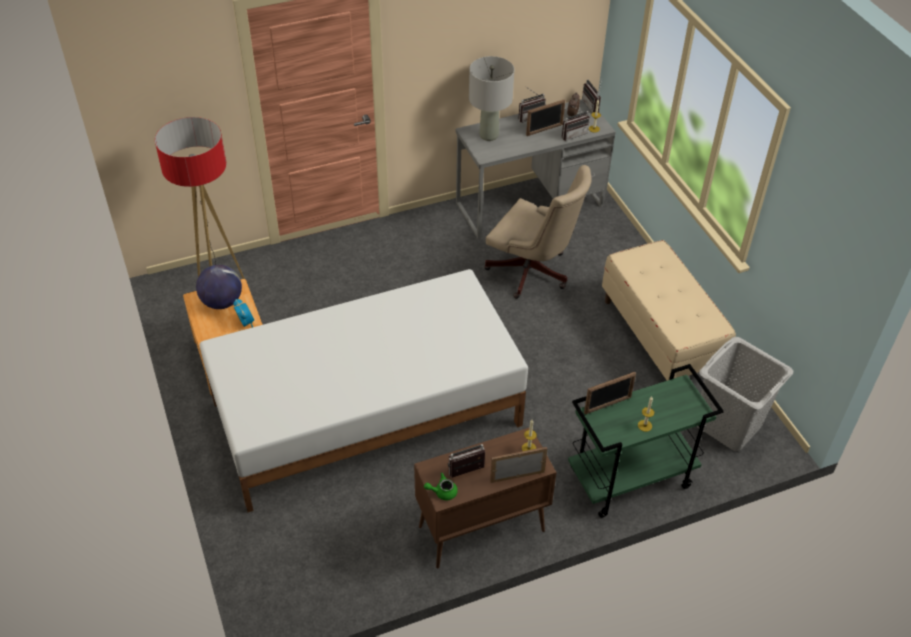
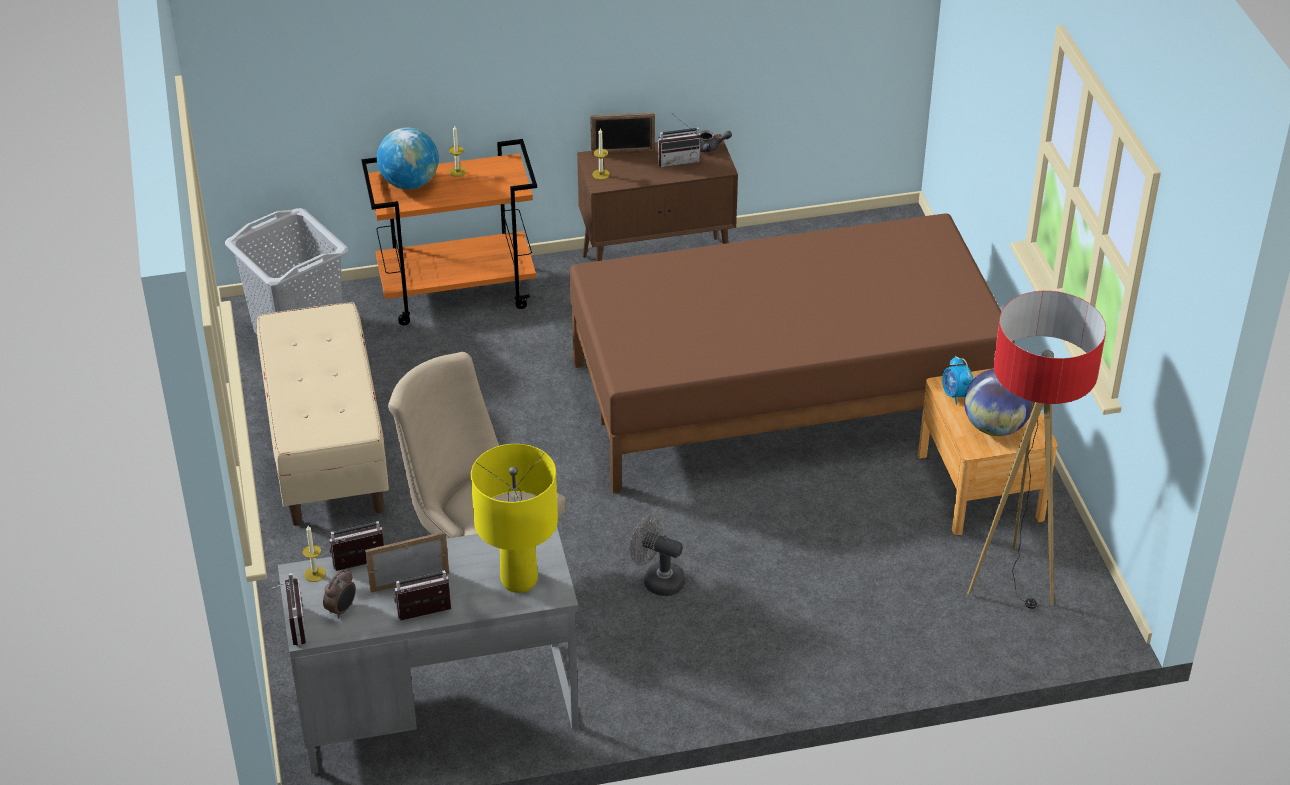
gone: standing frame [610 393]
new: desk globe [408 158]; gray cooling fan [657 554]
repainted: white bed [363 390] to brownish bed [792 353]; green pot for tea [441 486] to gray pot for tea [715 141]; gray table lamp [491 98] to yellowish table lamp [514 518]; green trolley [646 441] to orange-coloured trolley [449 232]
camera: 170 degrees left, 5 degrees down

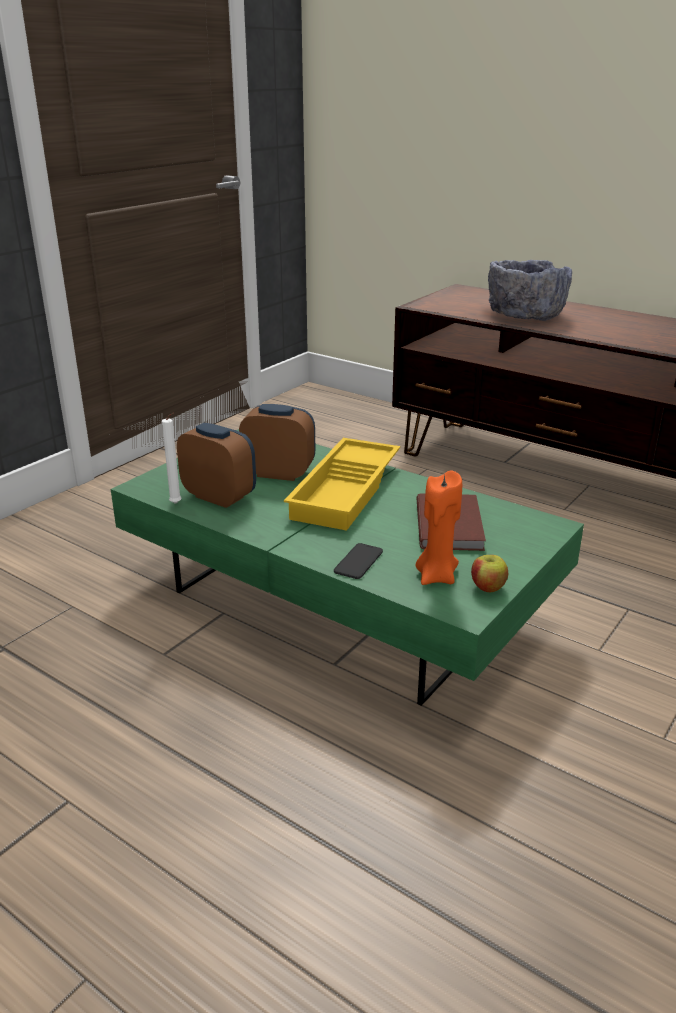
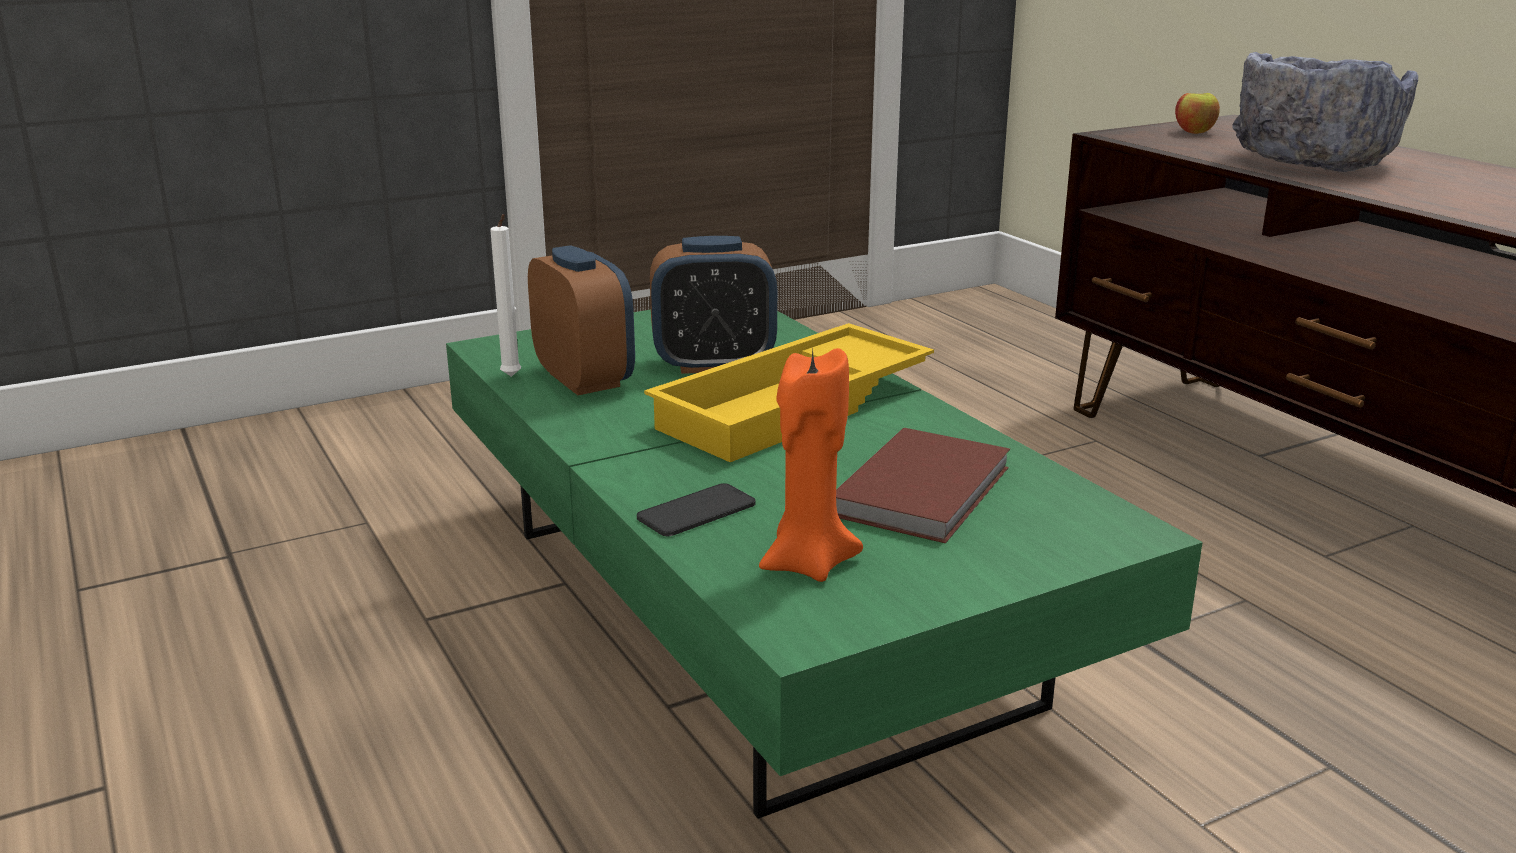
shifted: whole apple [489 573] to [1197 113]
rotated: bedside clock [277 442] = [713 305] 135 degrees clockwise
camera: 25 degrees right, 5 degrees down

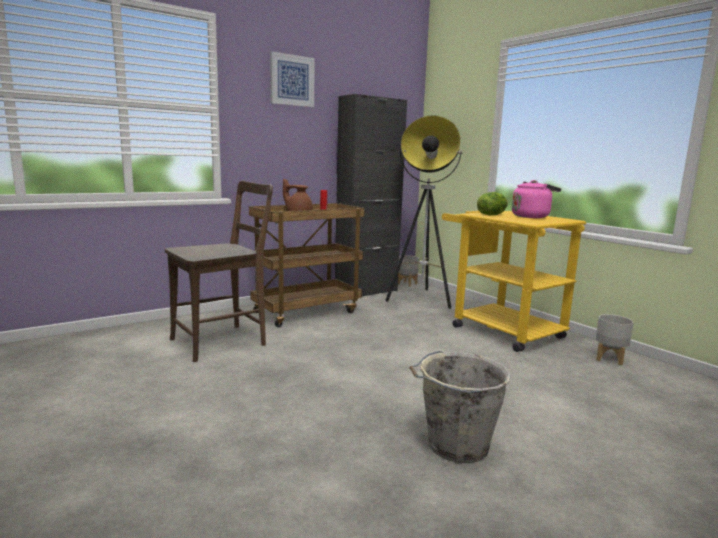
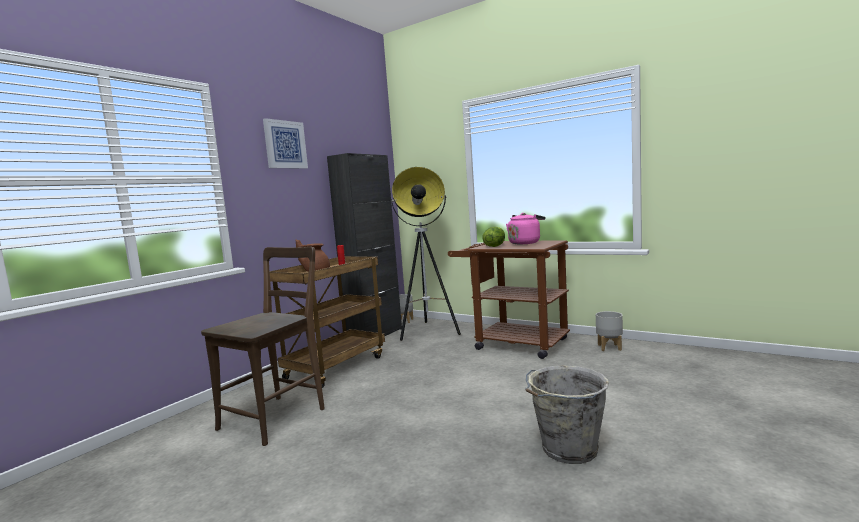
repainted: yellowish trolley [514 281] to brownish trolley [509 299]
camera: 20 degrees left, 5 degrees down

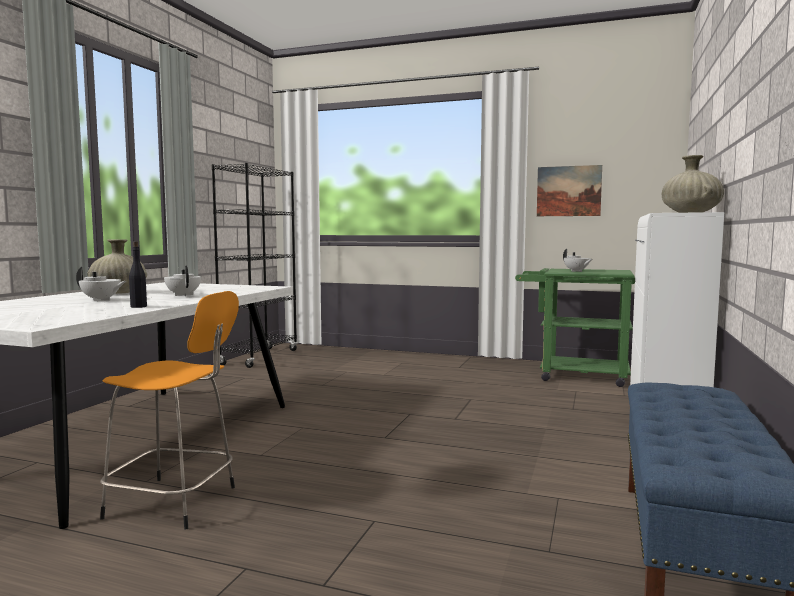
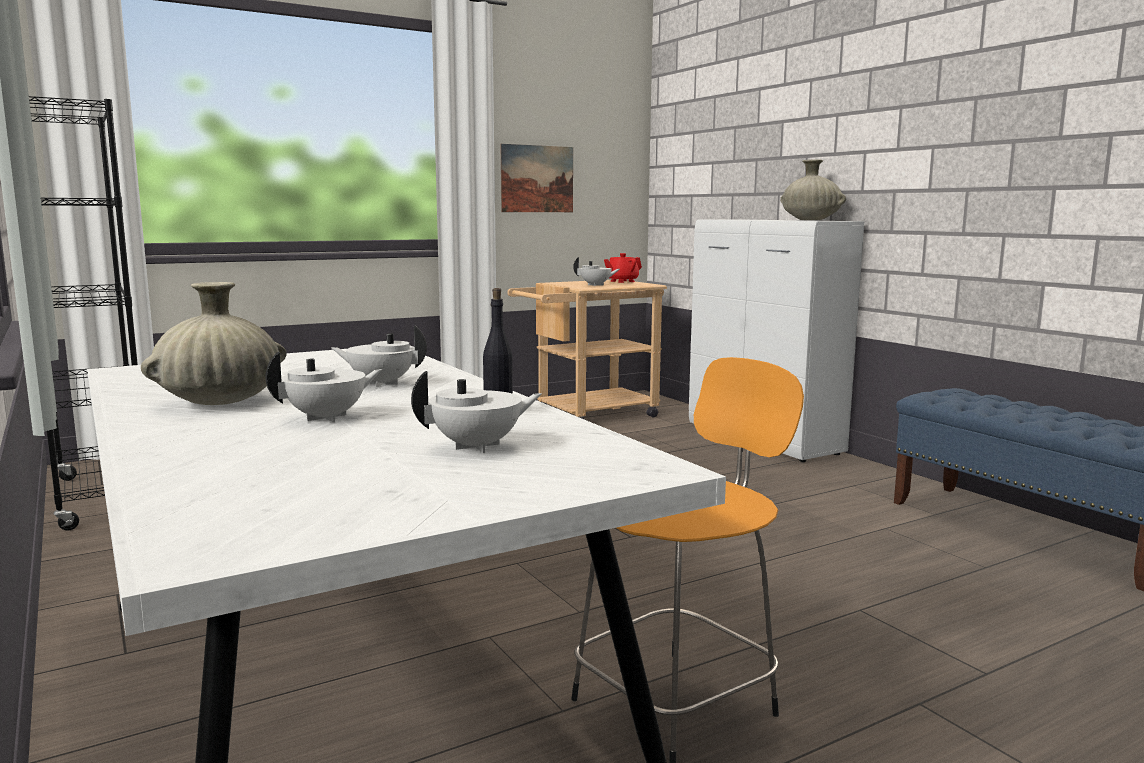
new: white pot for tea [476 412]; red pot for tea [623 268]
repainted: green trolley [575 327] to beige-coloured trolley [587 349]
camera: 50 degrees left, 5 degrees up

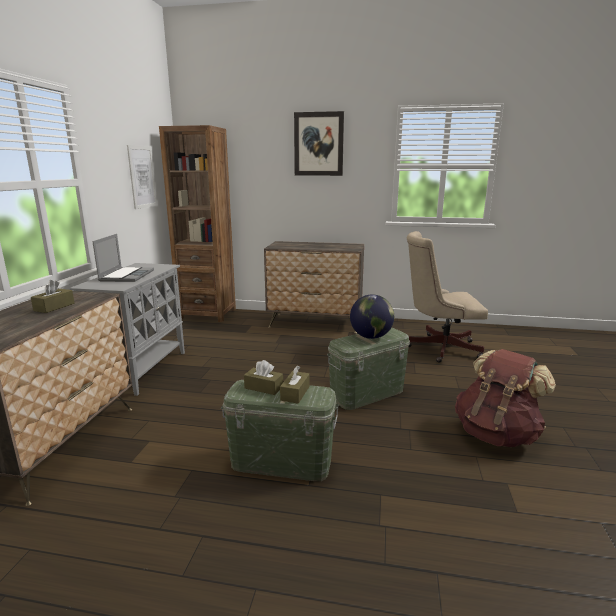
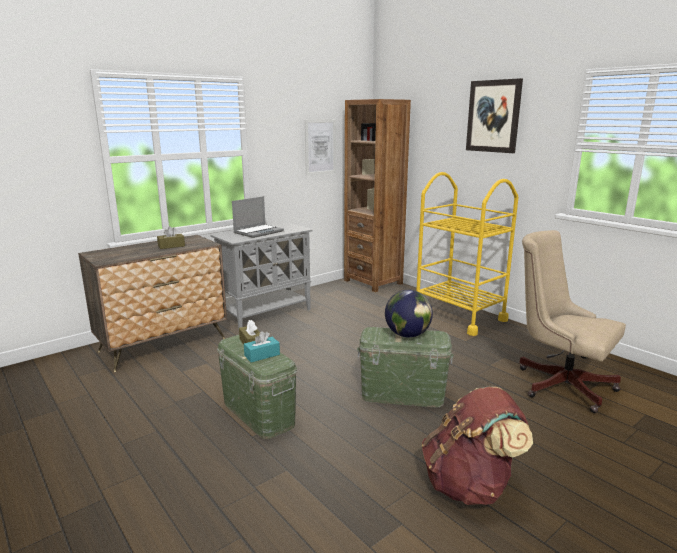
swapped: drawer chest [314 287] to yellowish trolley [467 254]
repainted: brownish tissue box [294 385] to blue-green tissue box [262 347]
camera: 40 degrees right, 0 degrees up

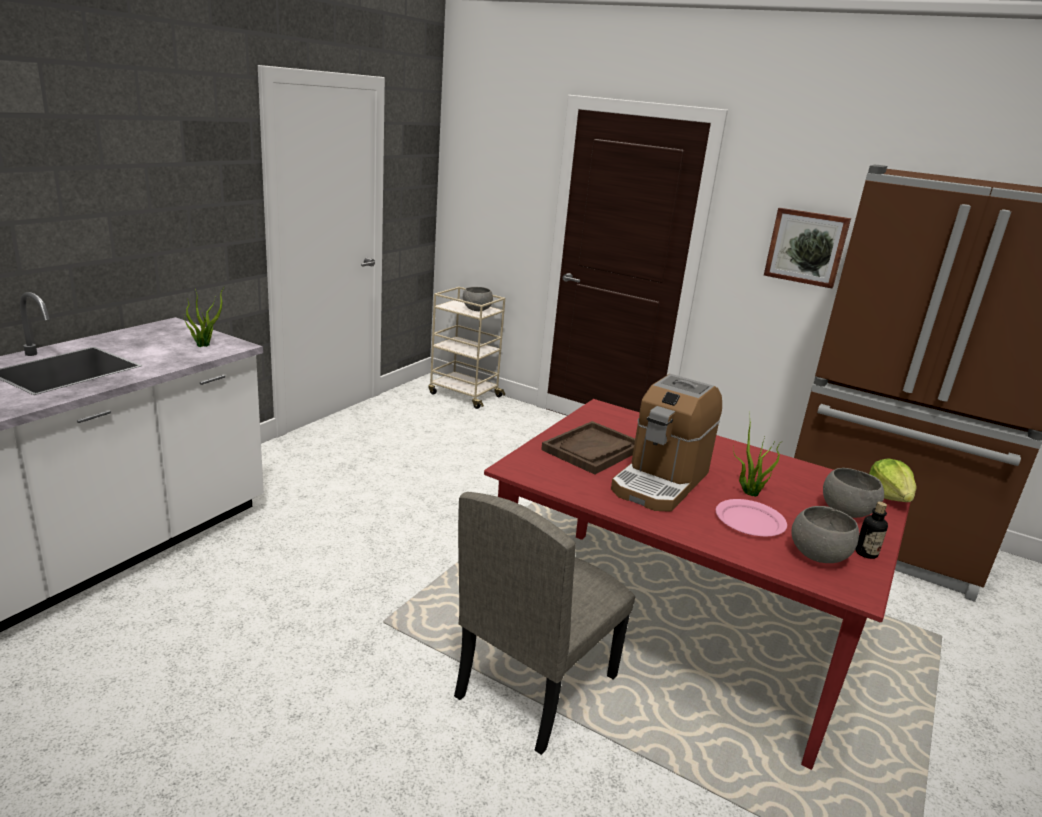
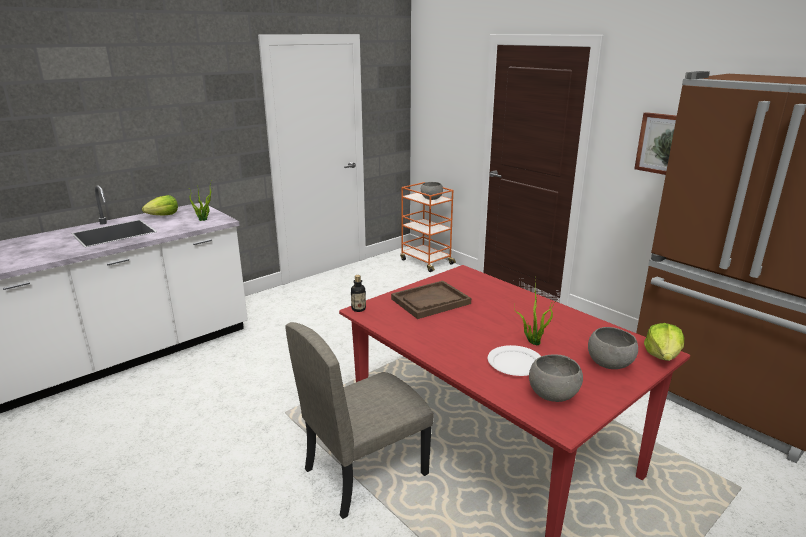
gone: coffee machine [666 443]
new: lettuce [160 205]
shifted: beverage bottle [871 530] to [358 293]
repainted: beige-coloured trolley [466 348] to orange-coloured trolley [428 227]; pink plate [751 517] to white plate [514 360]
camera: 20 degrees right, 0 degrees up

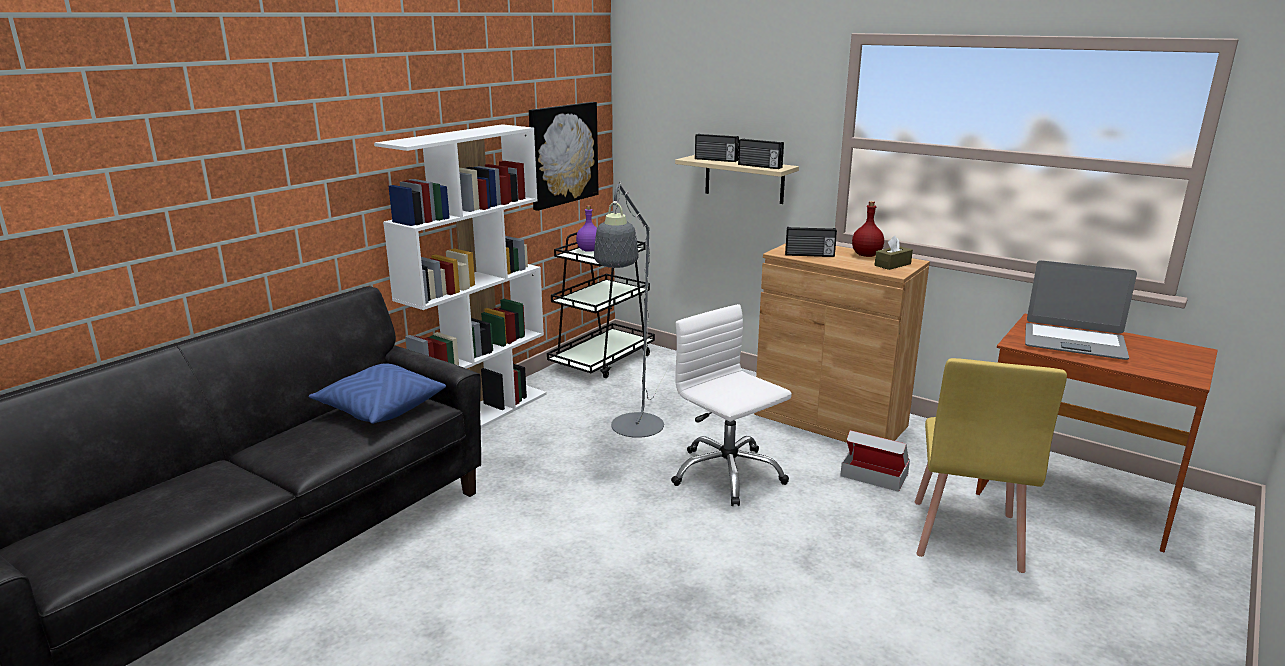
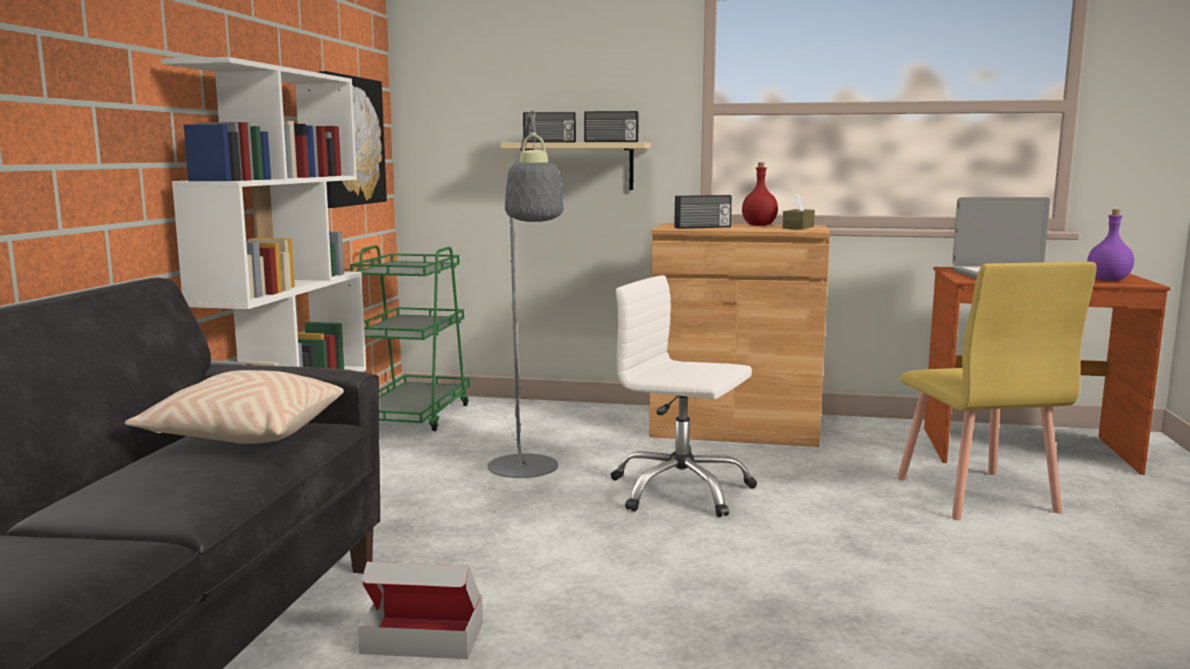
shifted: purple-coloured beverage bottle [586 228] to [1110 245]; cardboard box [875 461] to [420 610]
repainted: bluish pillow [377 393] to beige-coloured pillow [234 407]; black-coloured trolley [601 305] to green trolley [410 338]
camera: 25 degrees left, 10 degrees down

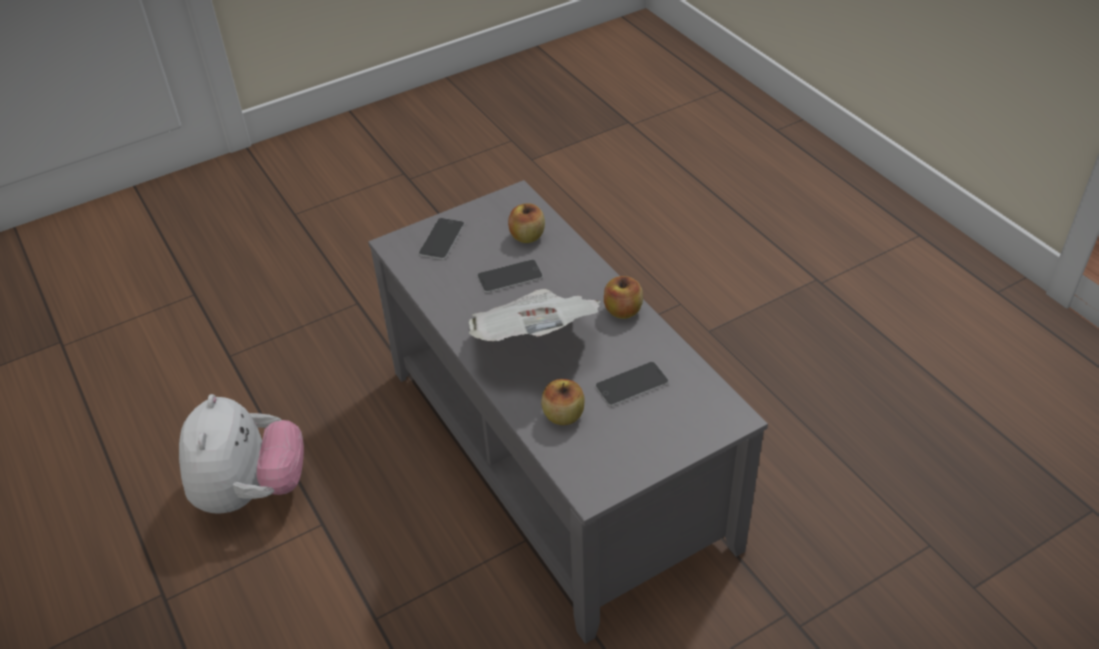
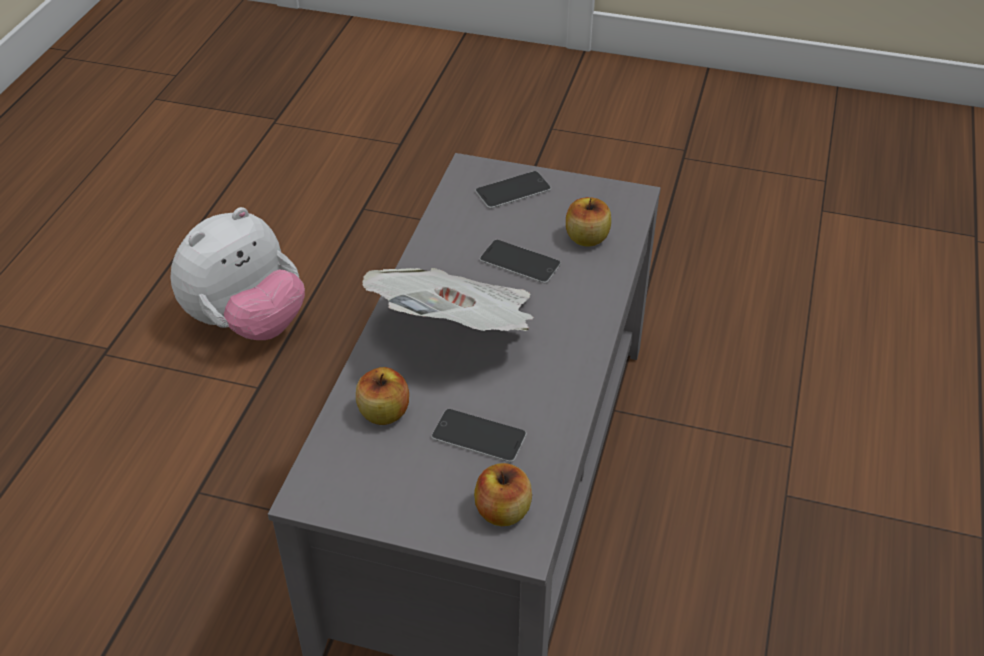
shifted: whole apple [623 297] to [503 494]
camera: 45 degrees right, 0 degrees up

